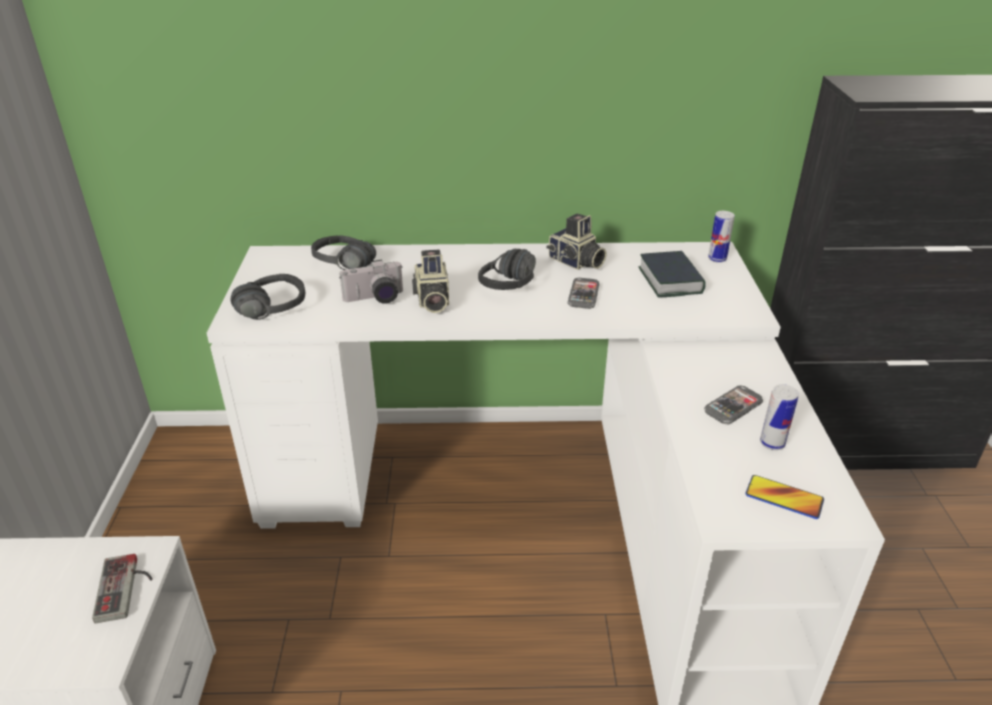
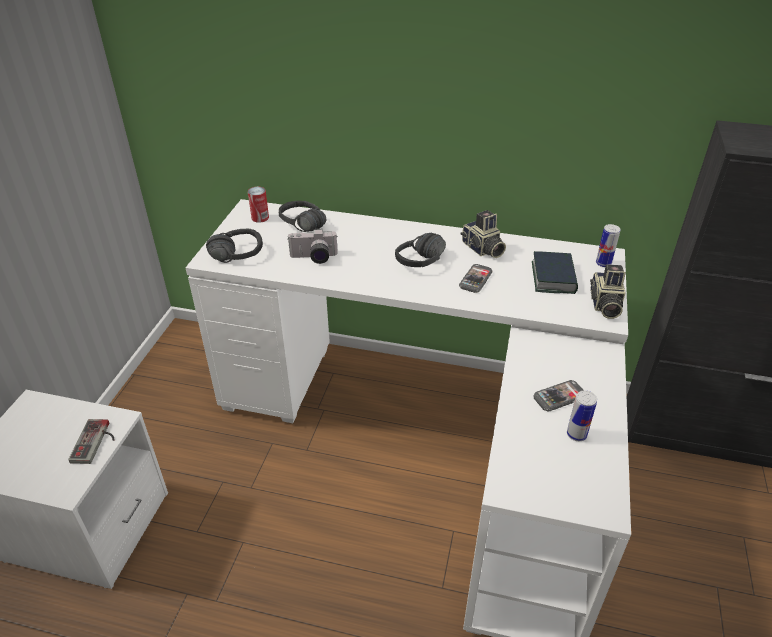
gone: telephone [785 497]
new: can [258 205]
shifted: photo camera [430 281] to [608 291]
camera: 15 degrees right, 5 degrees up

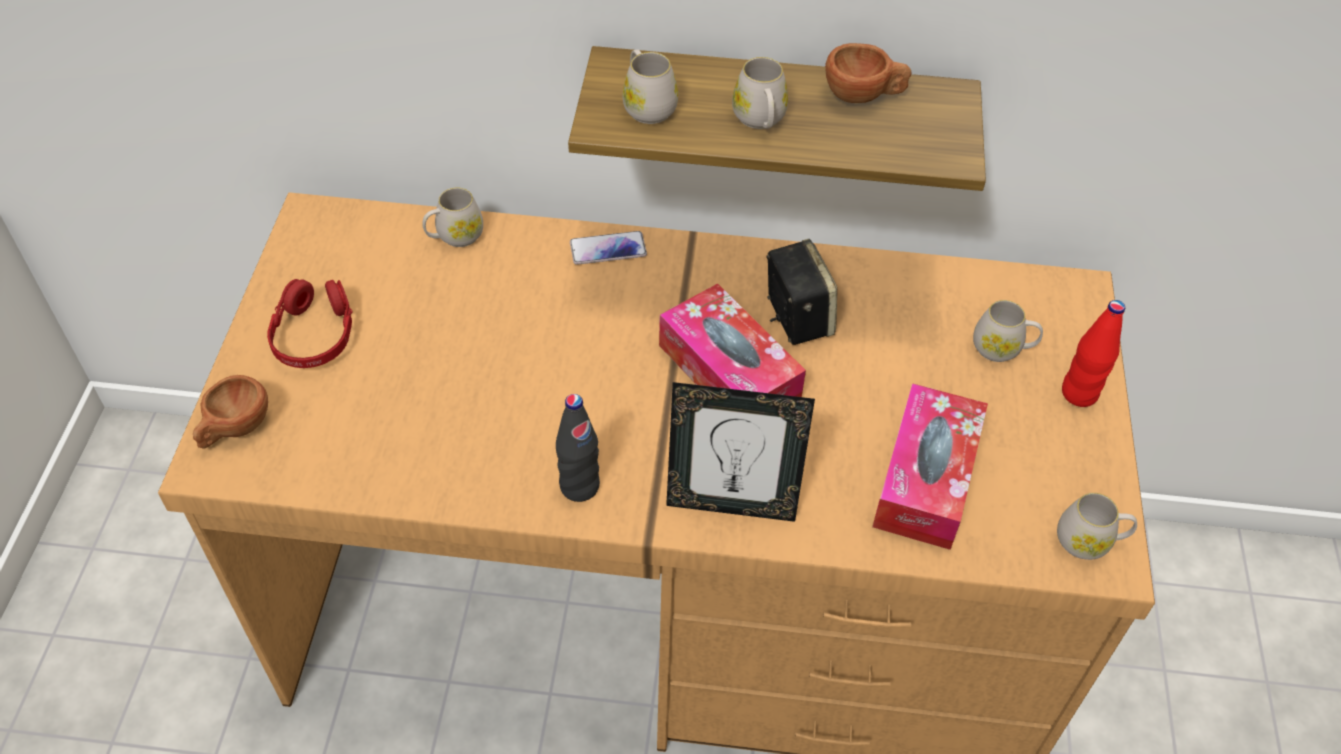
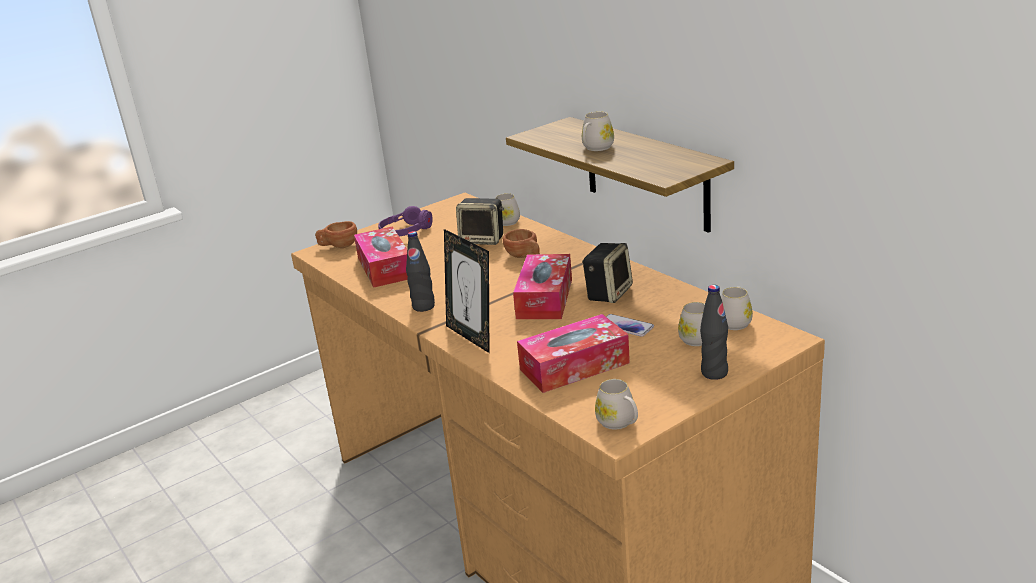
new: tissue box [381 257]; loudspeaker [480 221]
shifted: telephone [608 248] to [630 325]; white tea mug [650 86] to [737 308]; brownish drinking cup [868 73] to [521 243]
repainted: red headphones [309 323] to purple-coloured headphones [405 221]; red beverage bottle [1093 353] to black-coloured beverage bottle [714 332]
camera: 50 degrees right, 25 degrees down

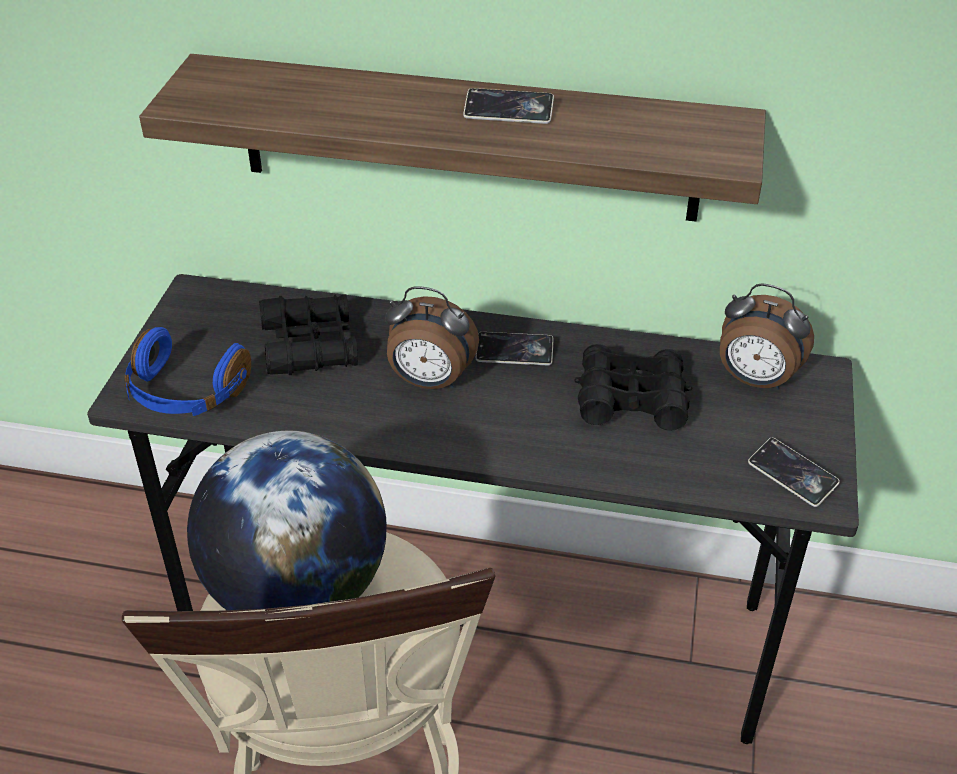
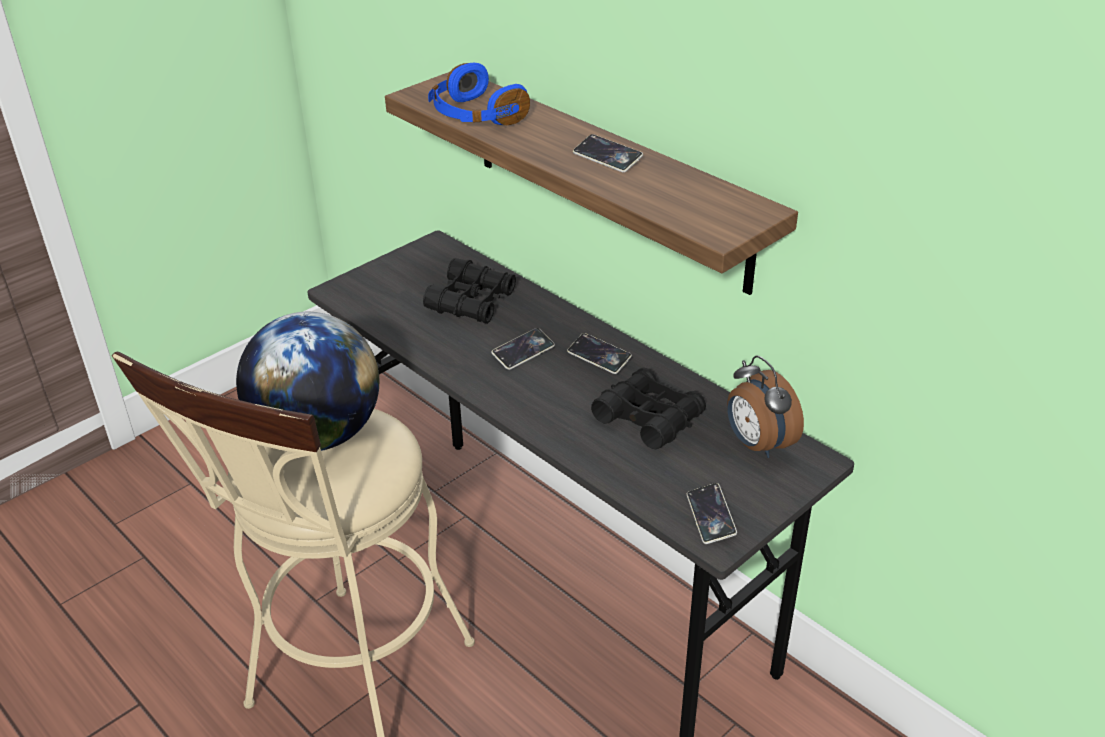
shifted: bluish headphones [187 371] to [479 94]
swapped: bedside clock [432 337] to telephone [523 349]
camera: 35 degrees right, 5 degrees down

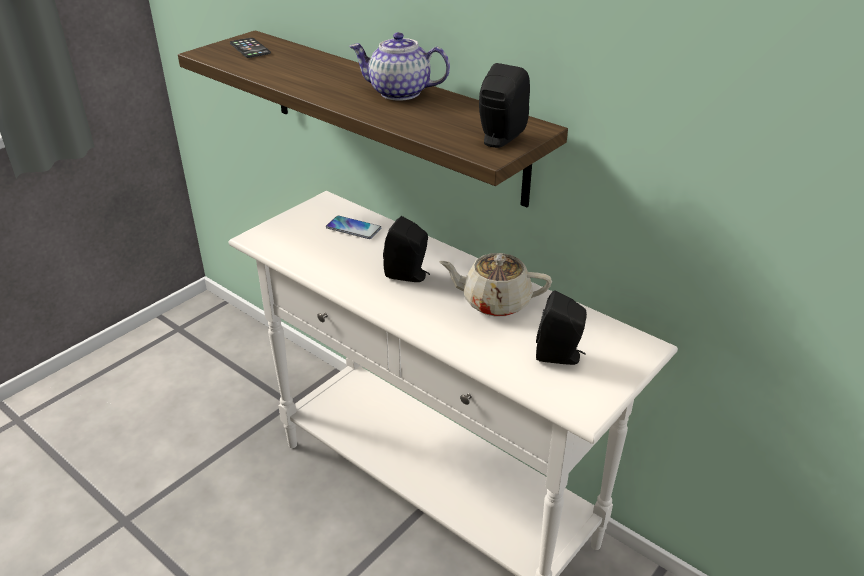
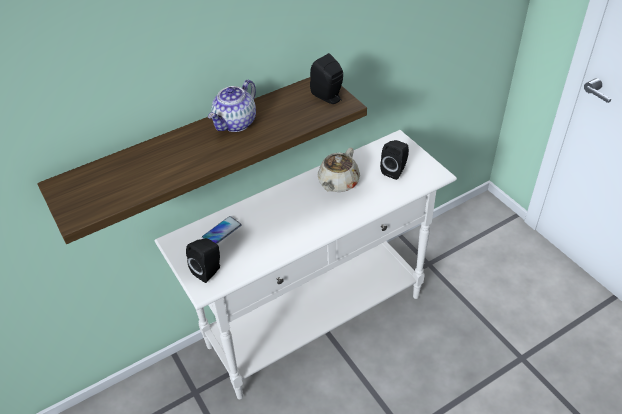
gone: telephone [250 48]
shifted: black-coloured loudspeaker [406 249] to [203 260]
camera: 70 degrees left, 10 degrees up

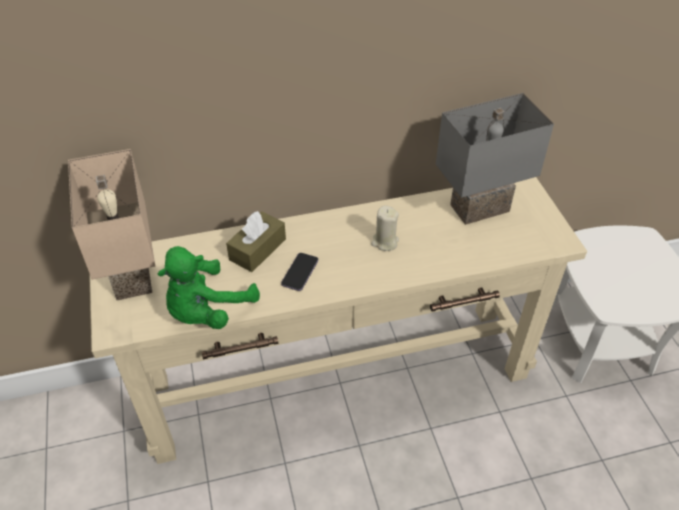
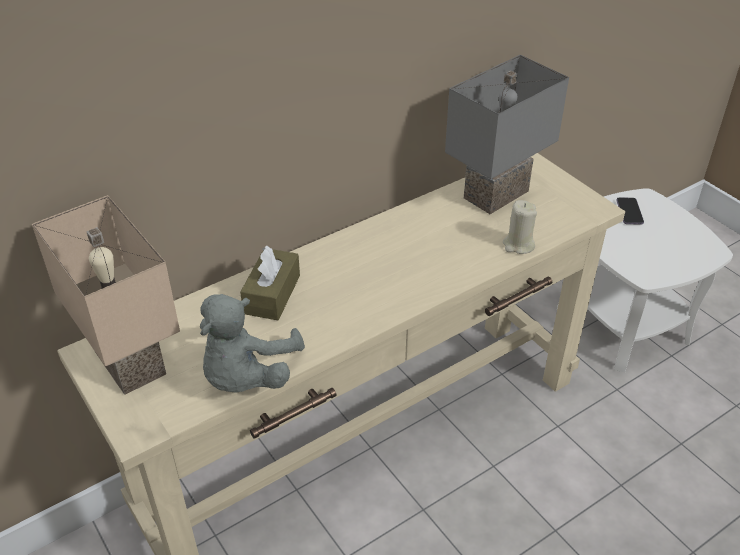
shifted: telephone [299 272] to [630 211]; beige-coloured candle [385 228] to [520 227]
repainted: green soft toy [208 287] to gray soft toy [252 343]
camera: 20 degrees left, 5 degrees down

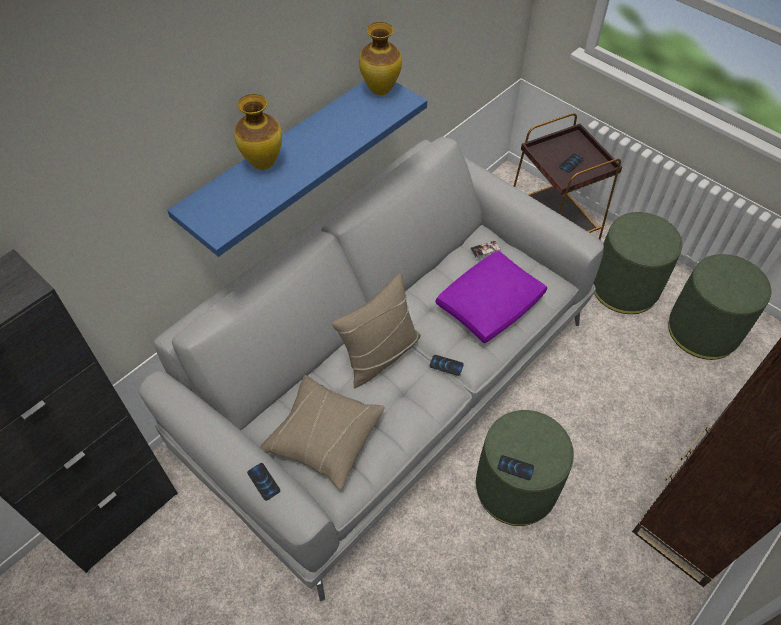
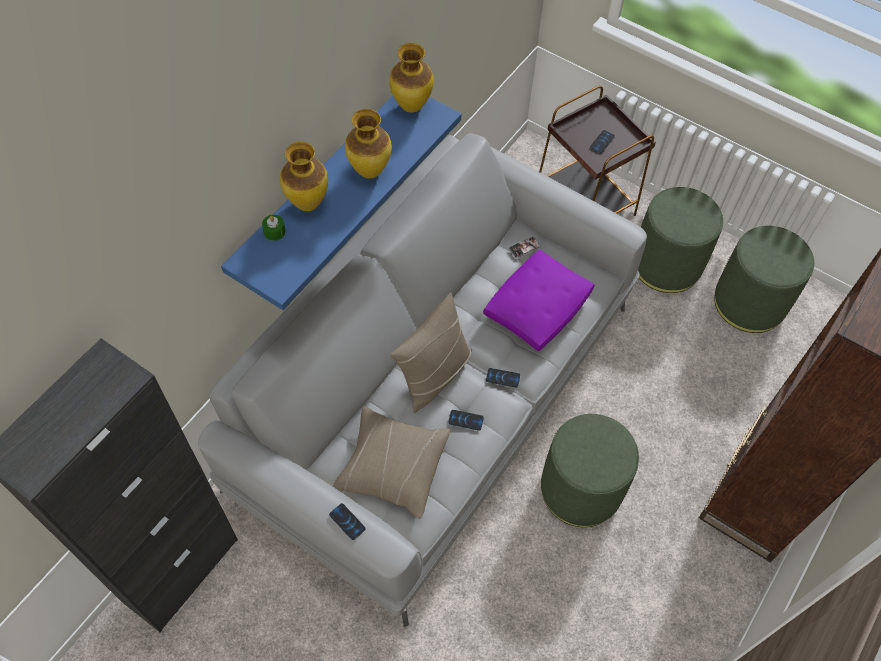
new: green candle [274 228]; decorative vase [368 144]
shifted: telephone [515 467] to [466 420]
camera: 10 degrees left, 5 degrees up

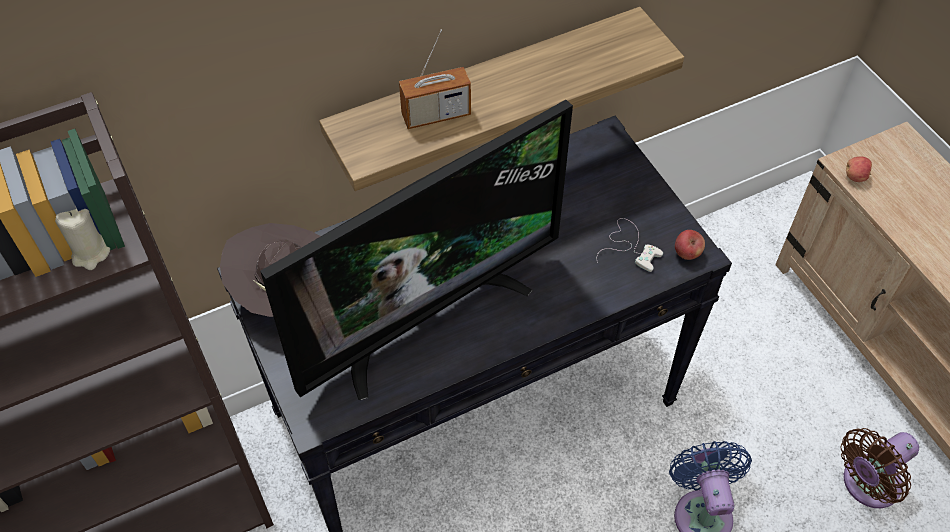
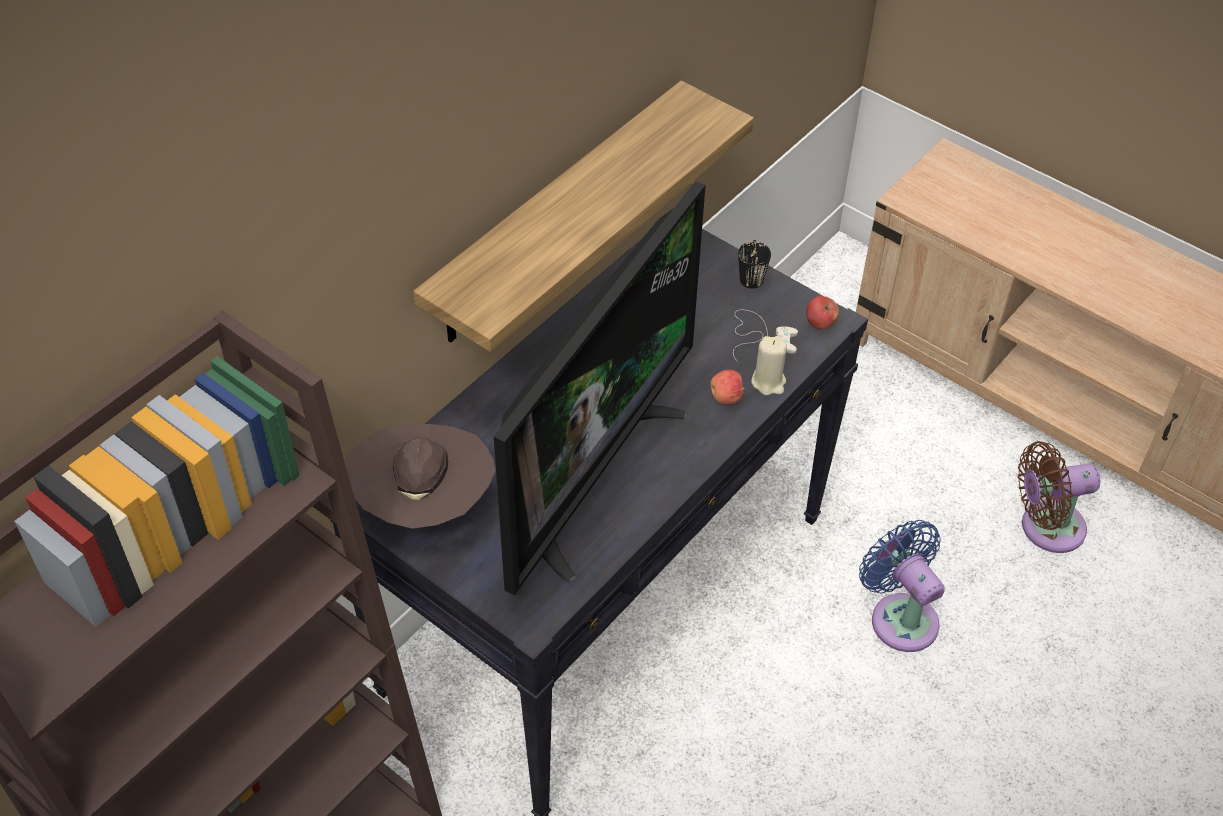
gone: radio receiver [435 79]
new: black-coloured tea mug [754 264]
shifted: beige-coloured candle [82 238] to [769 365]; whole apple [859 169] to [727 387]
rotated: brownish cooling fan [879 468] = [1059 497] 45 degrees clockwise
camera: 25 degrees left, 5 degrees down

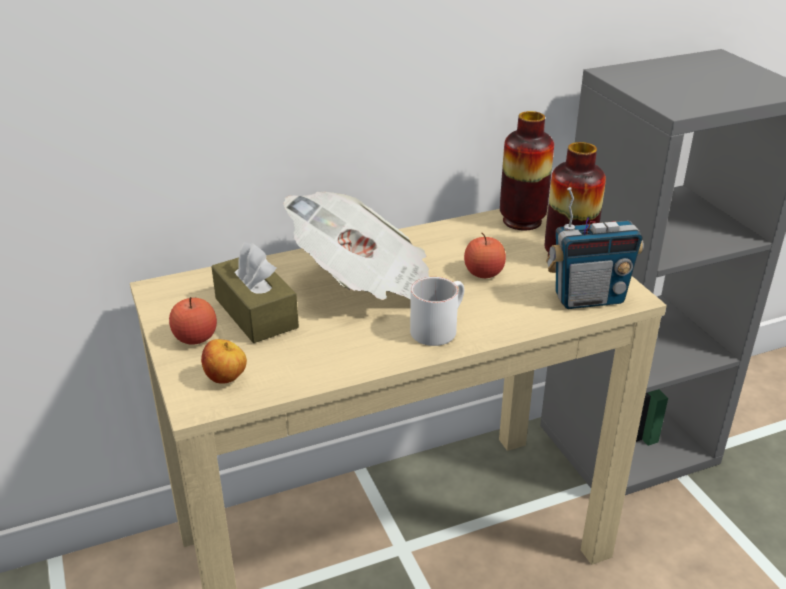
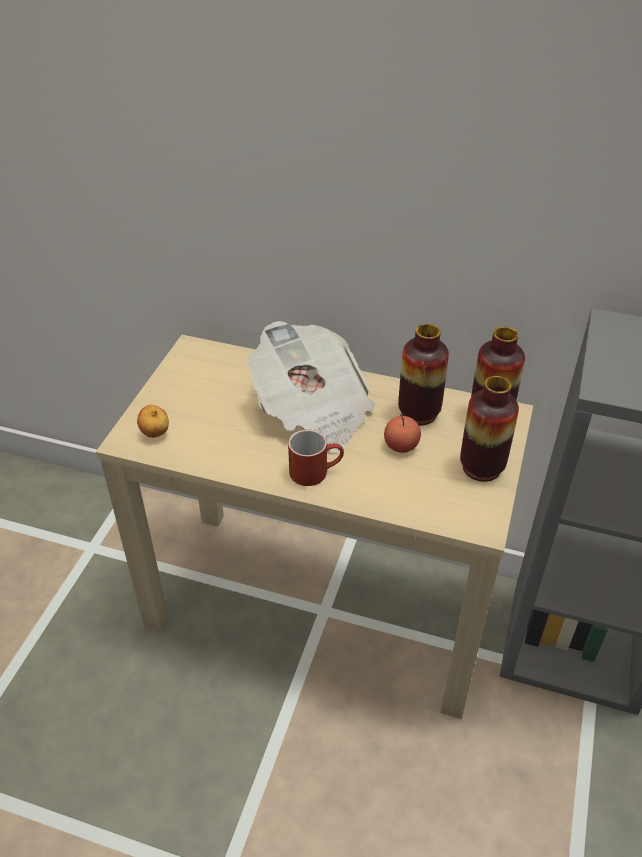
gone: whole apple [193 321]; brownish tissue box [255 292]; radio receiver [595 248]
new: decorative vase [423 374]
repainted: white tea mug [437 311] to red tea mug [316 457]
camera: 40 degrees right, 10 degrees up

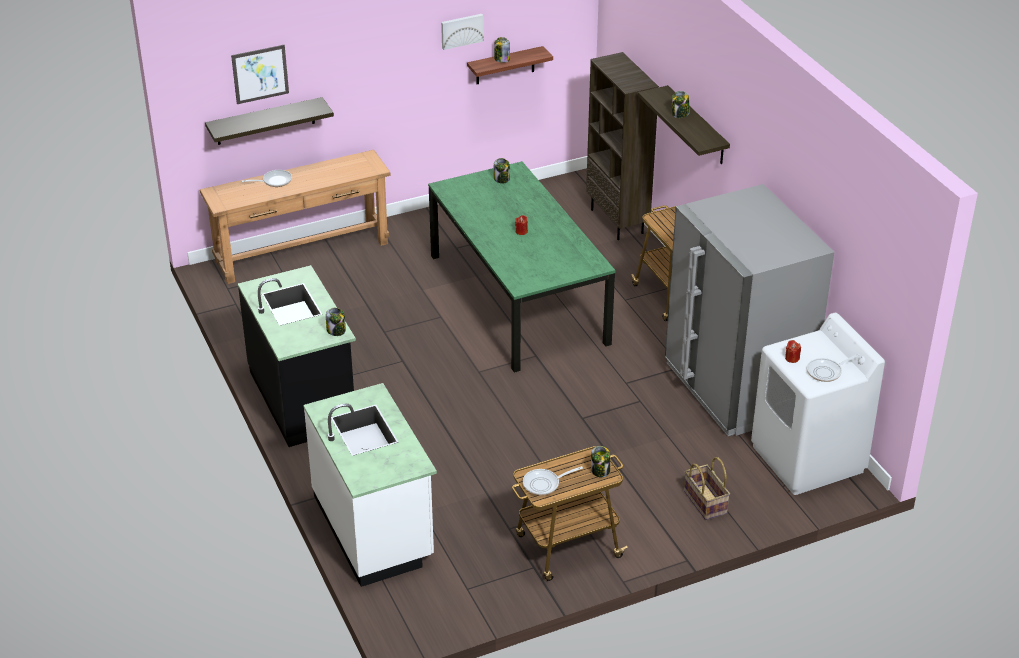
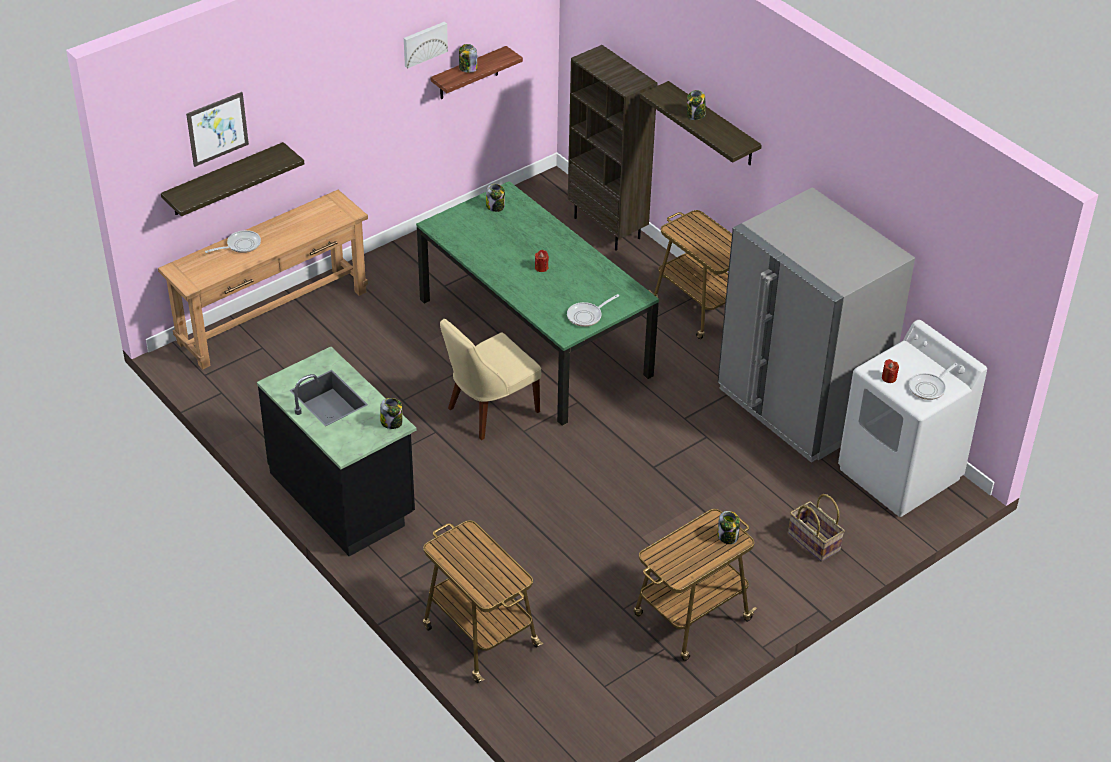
new: beige-coloured plain chair [490 379]
shifted: frying pan [553 480] to [593 310]
swapped: white counter [370 485] to trolley [483 601]
camera: 15 degrees left, 5 degrees up

